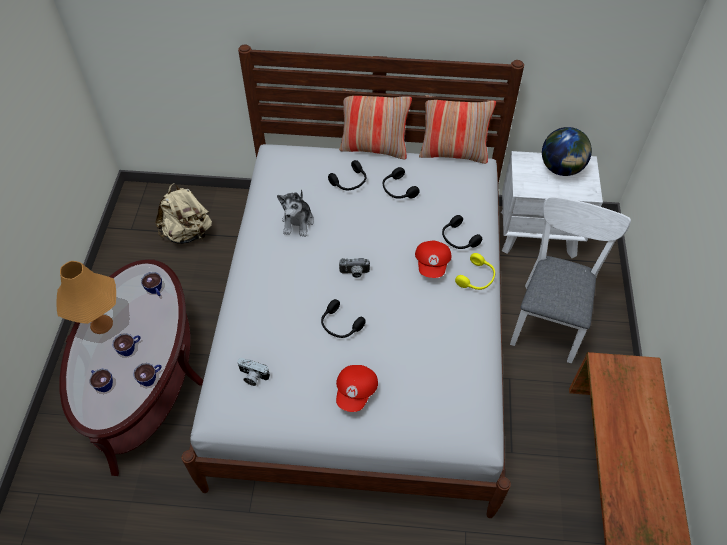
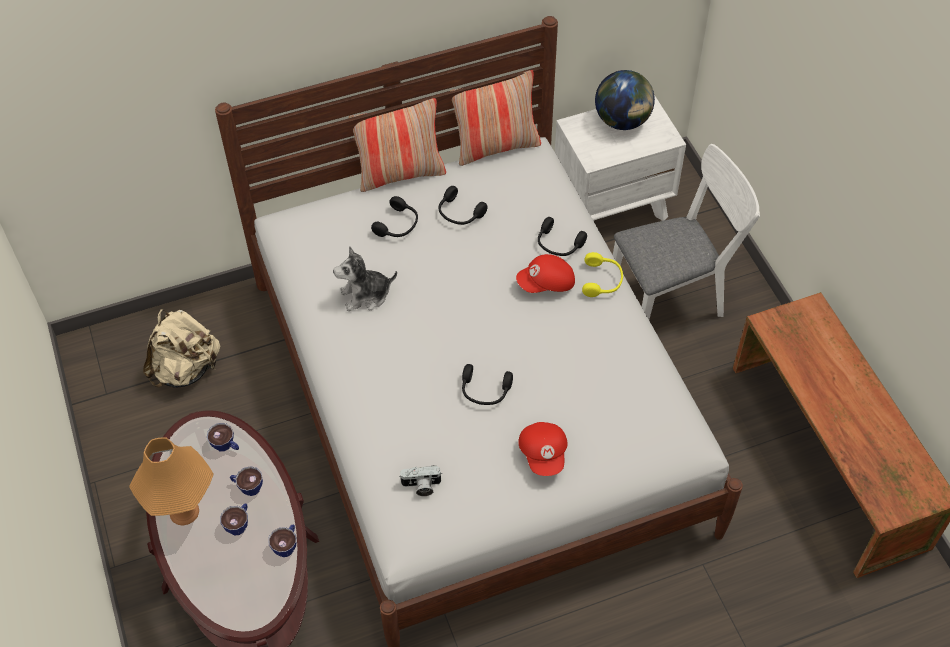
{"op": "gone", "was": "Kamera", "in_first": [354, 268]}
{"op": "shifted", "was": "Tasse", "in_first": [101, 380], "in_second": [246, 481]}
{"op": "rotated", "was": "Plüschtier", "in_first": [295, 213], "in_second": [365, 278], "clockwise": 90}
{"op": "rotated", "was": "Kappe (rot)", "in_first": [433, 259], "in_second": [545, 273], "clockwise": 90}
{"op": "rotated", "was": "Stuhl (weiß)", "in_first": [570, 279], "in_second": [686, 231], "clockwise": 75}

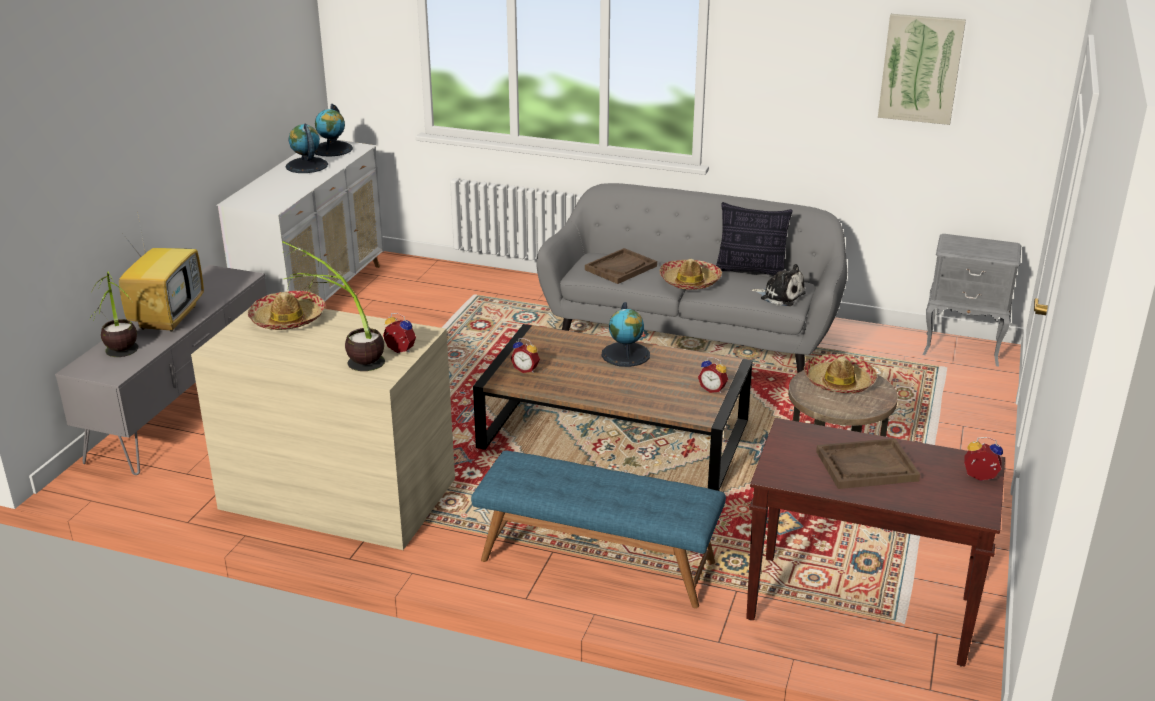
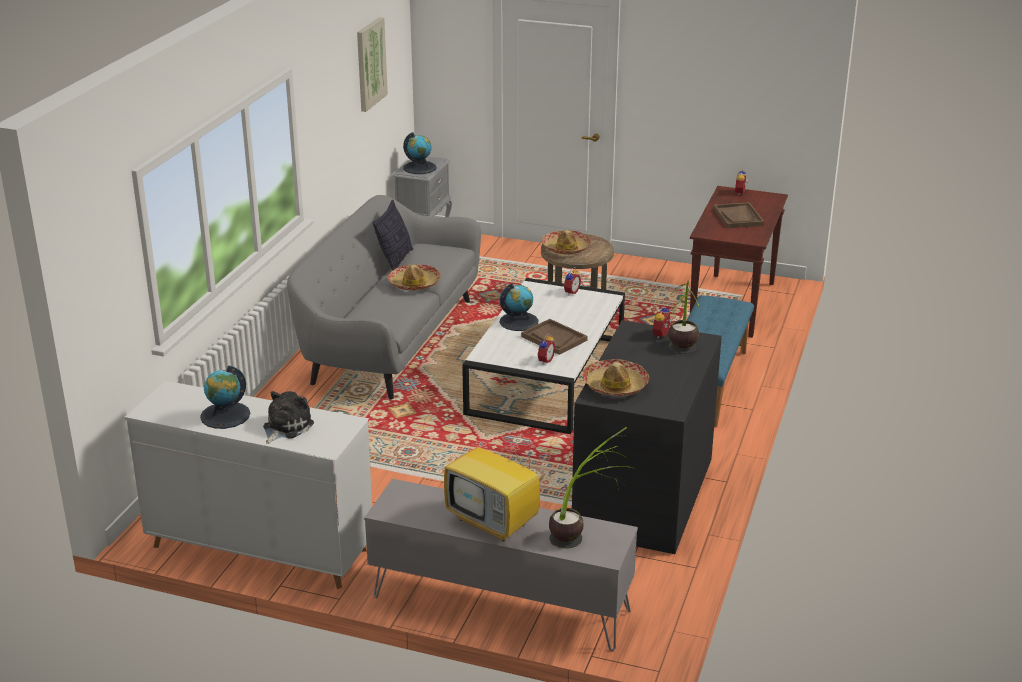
{"op": "shifted", "was": "Globus", "in_first": [333, 130], "in_second": [420, 153]}
{"op": "shifted", "was": "Tablett (braun)", "in_first": [621, 266], "in_second": [554, 337]}
{"op": "shifted", "was": "Plüschtier", "in_first": [778, 285], "in_second": [288, 417]}
{"op": "repainted", "was": "Kommode (beige)", "now": "Kommode (schwarz)", "in_first": [323, 429], "in_second": [647, 437]}
{"op": "repainted", "was": "Couchtisch (braun)", "now": "Couchtisch (weiß)", "in_first": [613, 407], "in_second": [543, 356]}
{"op": "rotated", "was": "Fernseher", "in_first": [161, 274], "in_second": [492, 486], "clockwise": -150}

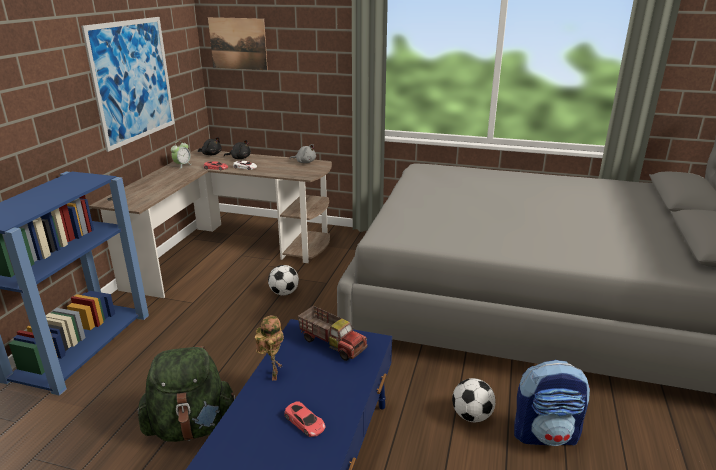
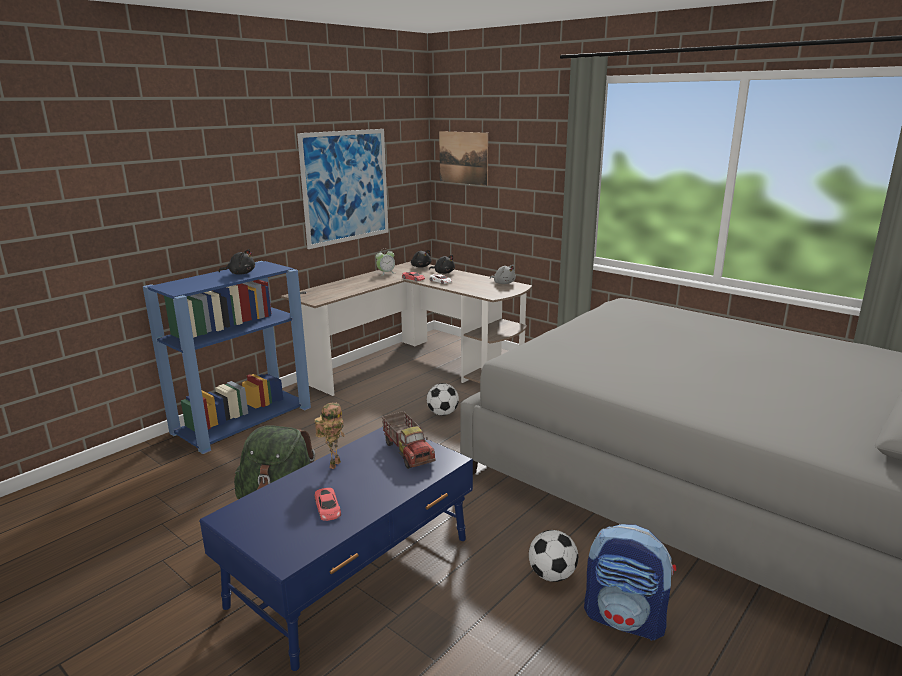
{"op": "new", "now": "Plüschtier (schwarz)", "in_second": [237, 262]}

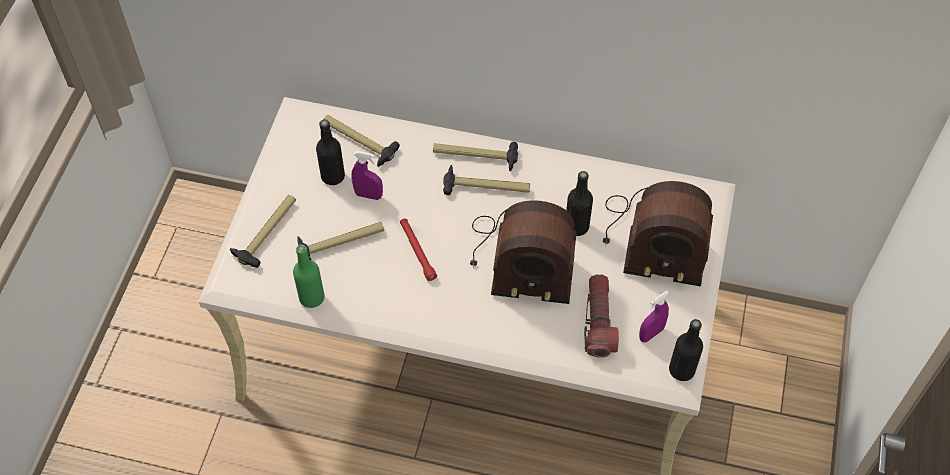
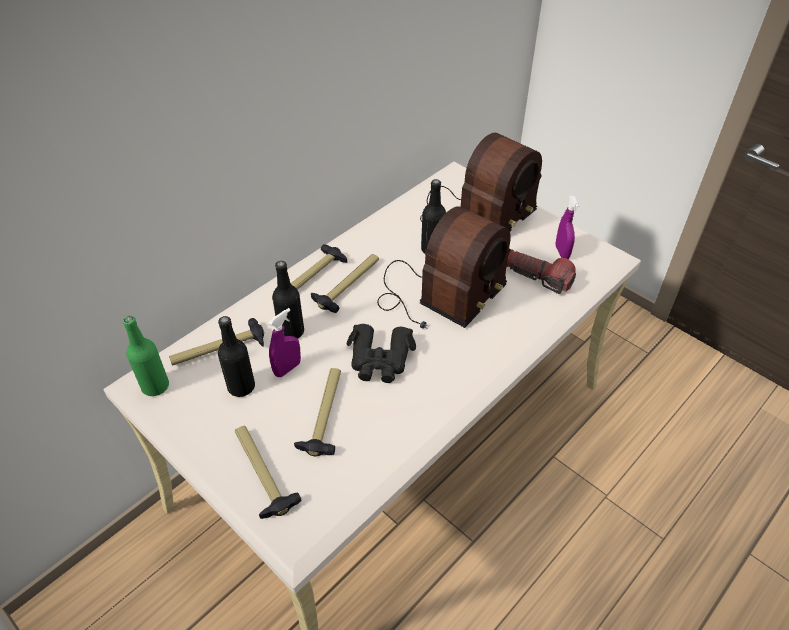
{"op": "shifted", "was": "Flasche (grün)", "in_first": [309, 276], "in_second": [146, 355]}
{"op": "shifted", "was": "Flasche (schwarz)", "in_first": [686, 350], "in_second": [288, 299]}
{"op": "swapped", "was": "Taschenlampe (rot)", "now": "Fernglas (schwarz)", "in_first": [418, 249], "in_second": [381, 353]}

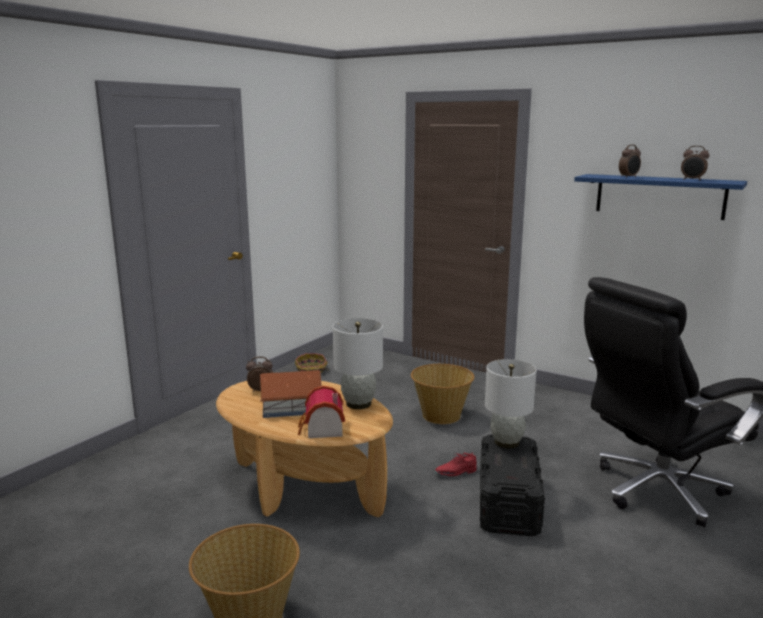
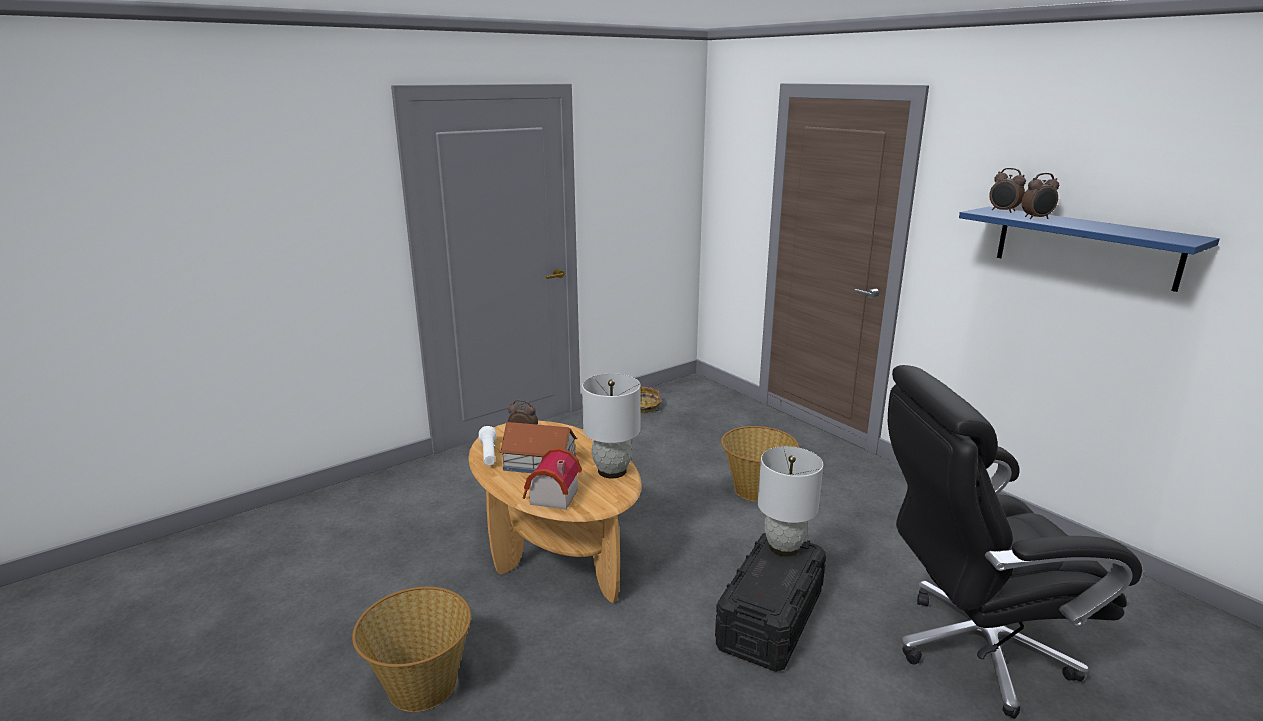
{"op": "gone", "was": "Schuh (rot)", "in_first": [455, 464]}
{"op": "new", "now": "Taschenlampe (weiß)", "in_second": [488, 446]}
{"op": "shifted", "was": "Wecker", "in_first": [695, 163], "in_second": [1007, 190]}

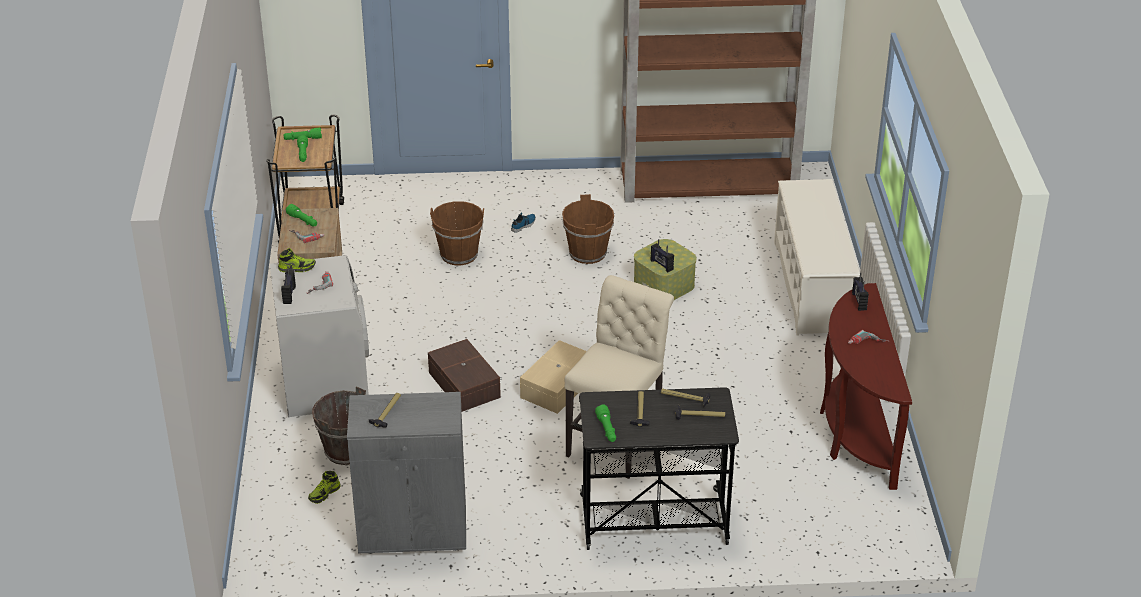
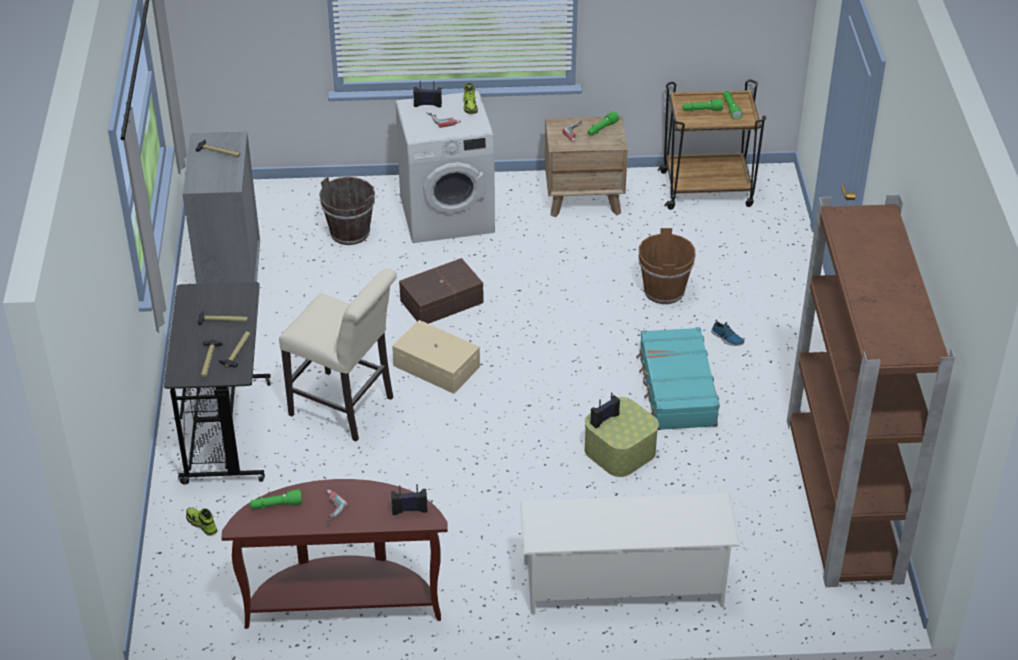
{"op": "shifted", "was": "Schuh", "in_first": [324, 487], "in_second": [201, 521]}
{"op": "shifted", "was": "Taschenlampe (grün)", "in_first": [605, 423], "in_second": [276, 499]}
{"op": "swapped", "was": "Eimer (braun)", "now": "Koffer (türkis)", "in_first": [588, 229], "in_second": [678, 378]}

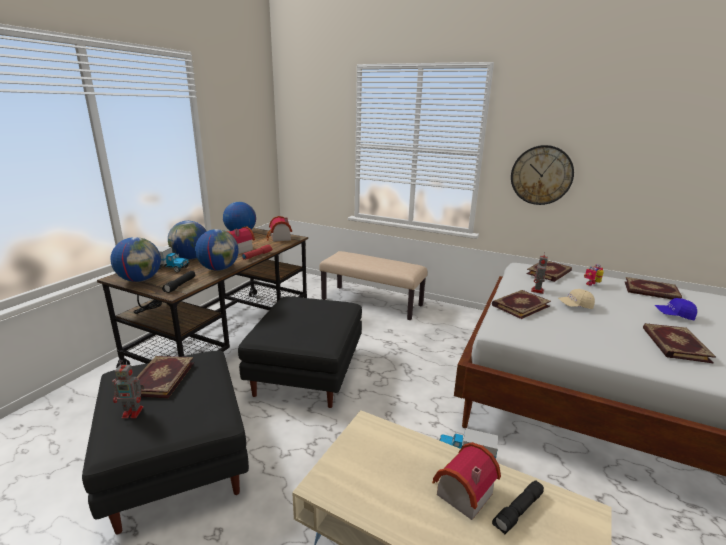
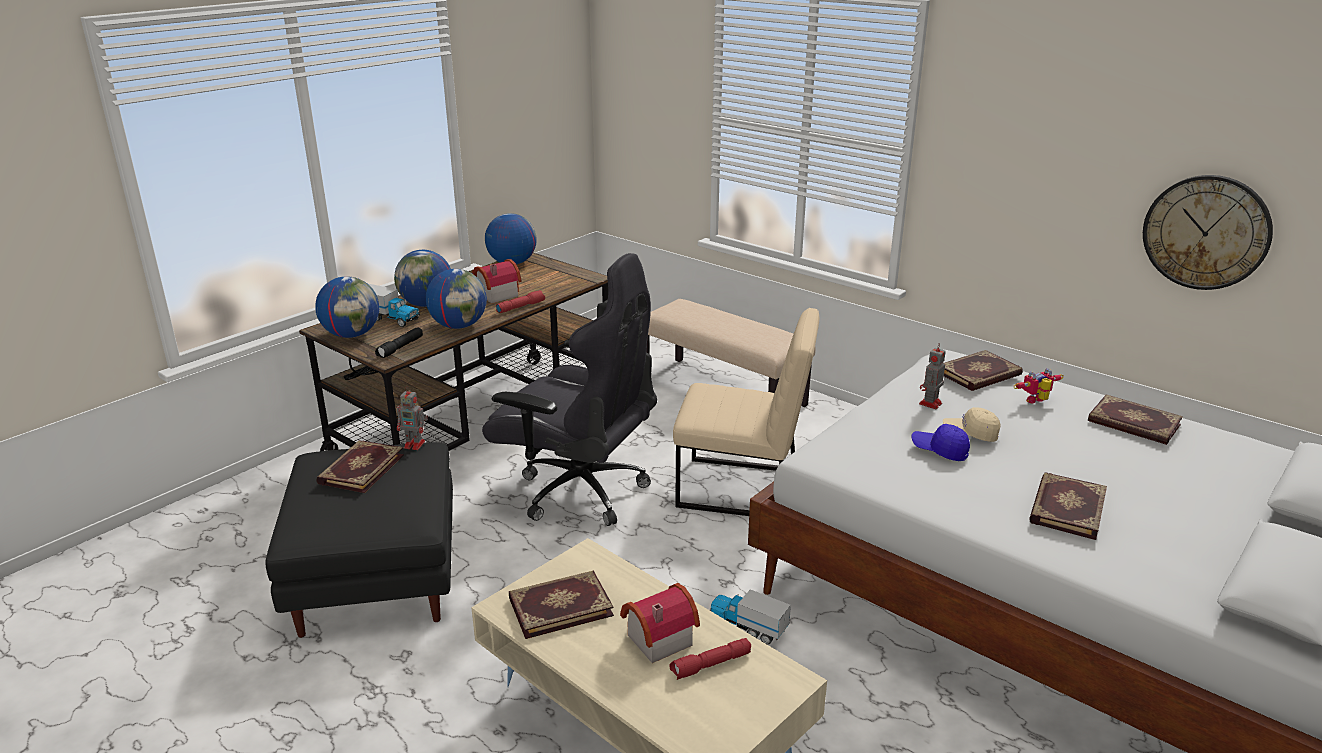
{"op": "gone", "was": "Spielzeughaus", "in_first": [279, 229]}
{"op": "new", "now": "Stuhl (beige)", "in_second": [746, 412]}
{"op": "shifted", "was": "Spielzeugroboter", "in_first": [128, 389], "in_second": [412, 419]}
{"op": "shifted", "was": "Buch", "in_first": [521, 304], "in_second": [561, 605]}
{"op": "shifted", "was": "Wanduhr", "in_first": [542, 175], "in_second": [1208, 232]}
{"op": "shifted", "was": "Kappe (blau)", "in_first": [676, 309], "in_second": [940, 442]}
{"op": "swapped", "was": "Polsterhocker (schwarz)", "now": "Bürostuhl (schwarz)", "in_first": [300, 352], "in_second": [569, 389]}
{"op": "repainted", "was": "Taschenlampe (schwarz)", "now": "Taschenlampe (rot)", "in_first": [518, 508], "in_second": [710, 659]}

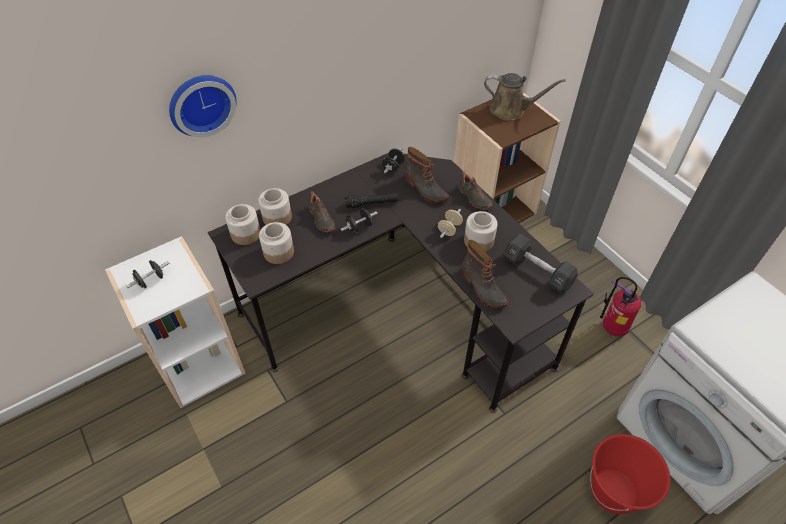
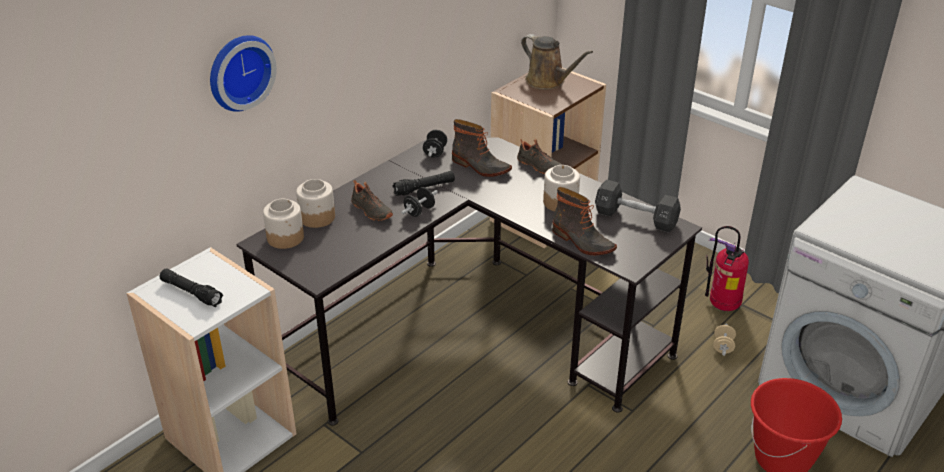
{"op": "gone", "was": "Vorratsglas", "in_first": [276, 243]}
{"op": "shifted", "was": "Hantel (beige)", "in_first": [450, 223], "in_second": [724, 339]}
{"op": "swapped", "was": "Hantel (schwarz)", "now": "Taschenlampe (schwarz)", "in_first": [148, 274], "in_second": [191, 288]}
{"op": "rotated", "was": "Gießkanne (braun)", "in_first": [525, 97], "in_second": [557, 62], "clockwise": 45}

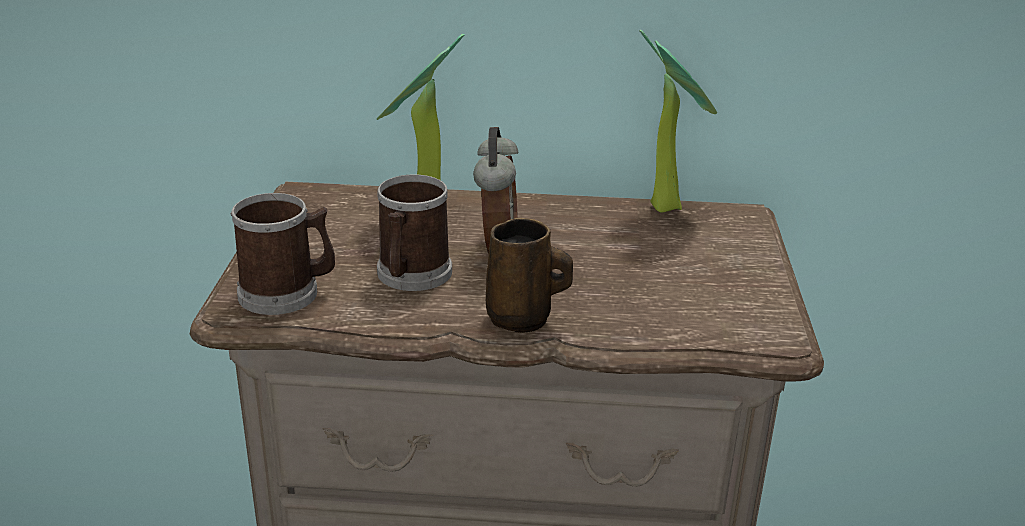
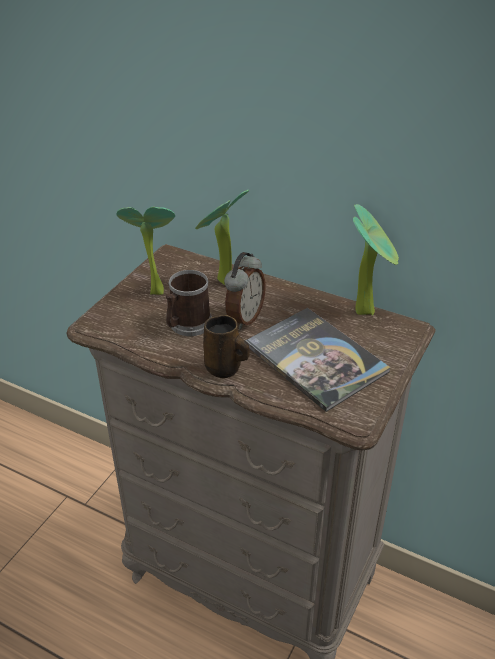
{"op": "gone", "was": "Henkelbecher", "in_first": [283, 254]}
{"op": "new", "now": "Topfpflanze", "in_second": [146, 251]}
{"op": "new", "now": "Buch", "in_second": [318, 360]}

